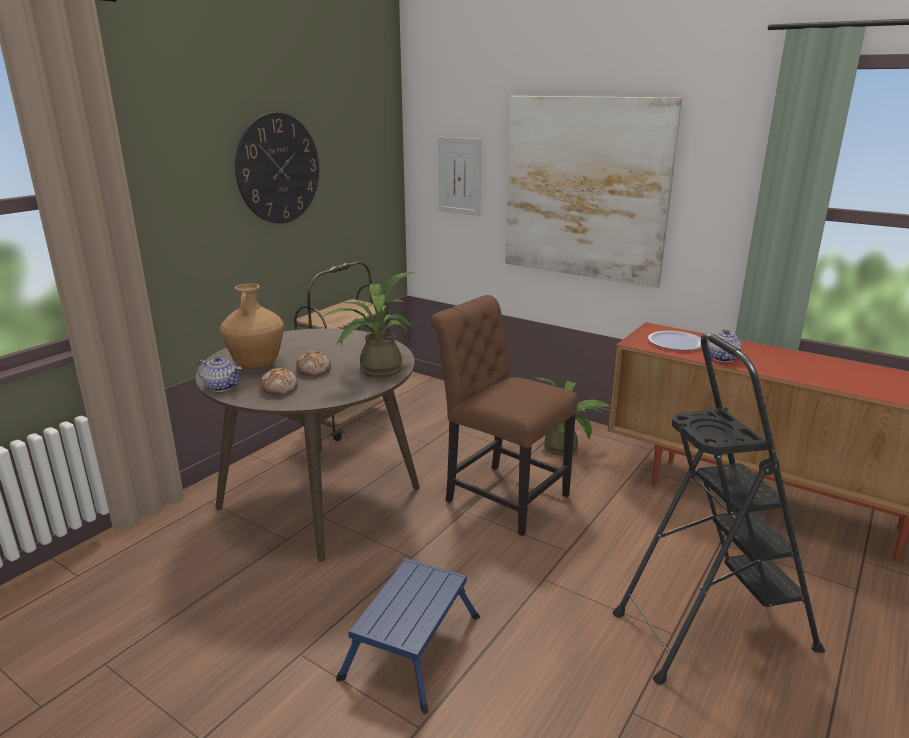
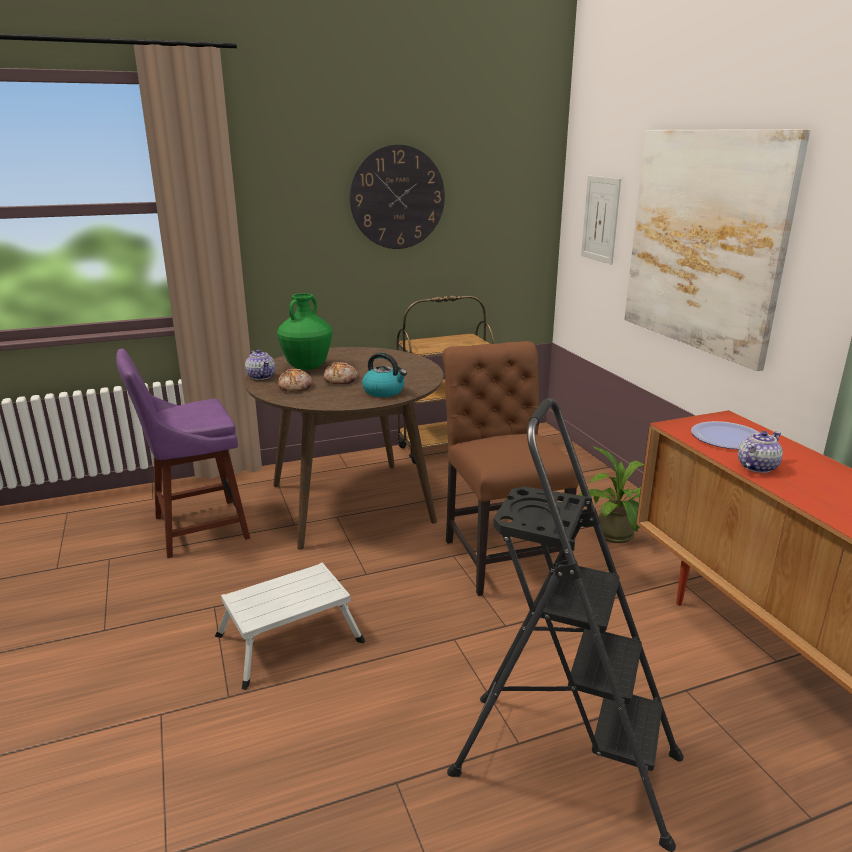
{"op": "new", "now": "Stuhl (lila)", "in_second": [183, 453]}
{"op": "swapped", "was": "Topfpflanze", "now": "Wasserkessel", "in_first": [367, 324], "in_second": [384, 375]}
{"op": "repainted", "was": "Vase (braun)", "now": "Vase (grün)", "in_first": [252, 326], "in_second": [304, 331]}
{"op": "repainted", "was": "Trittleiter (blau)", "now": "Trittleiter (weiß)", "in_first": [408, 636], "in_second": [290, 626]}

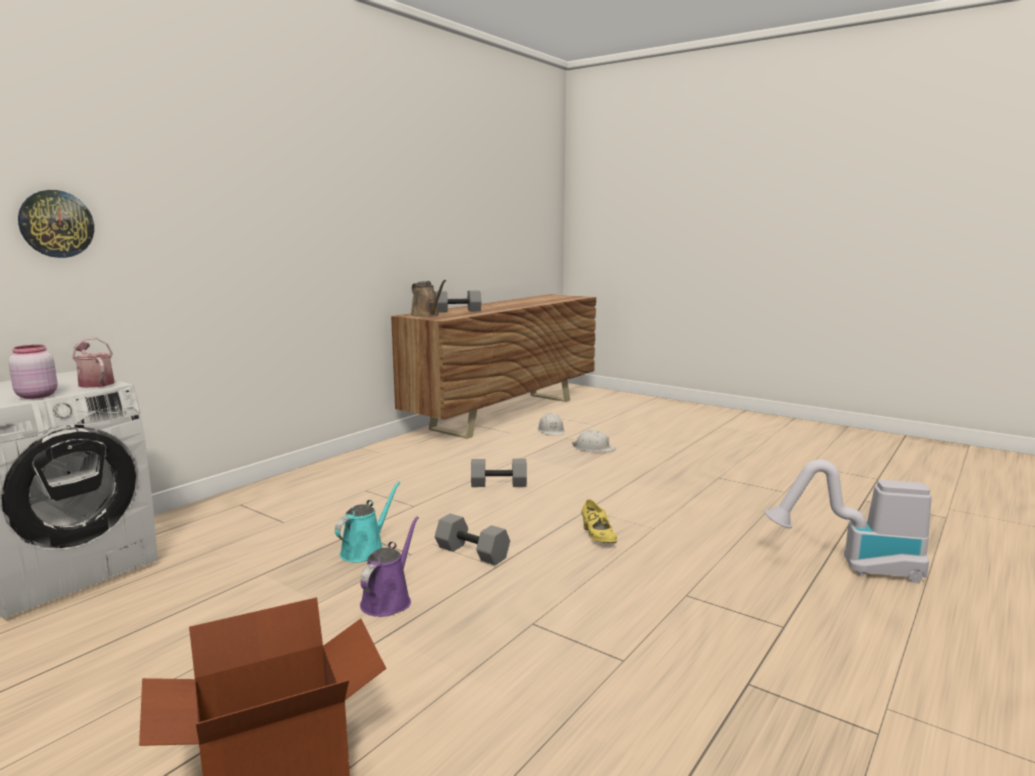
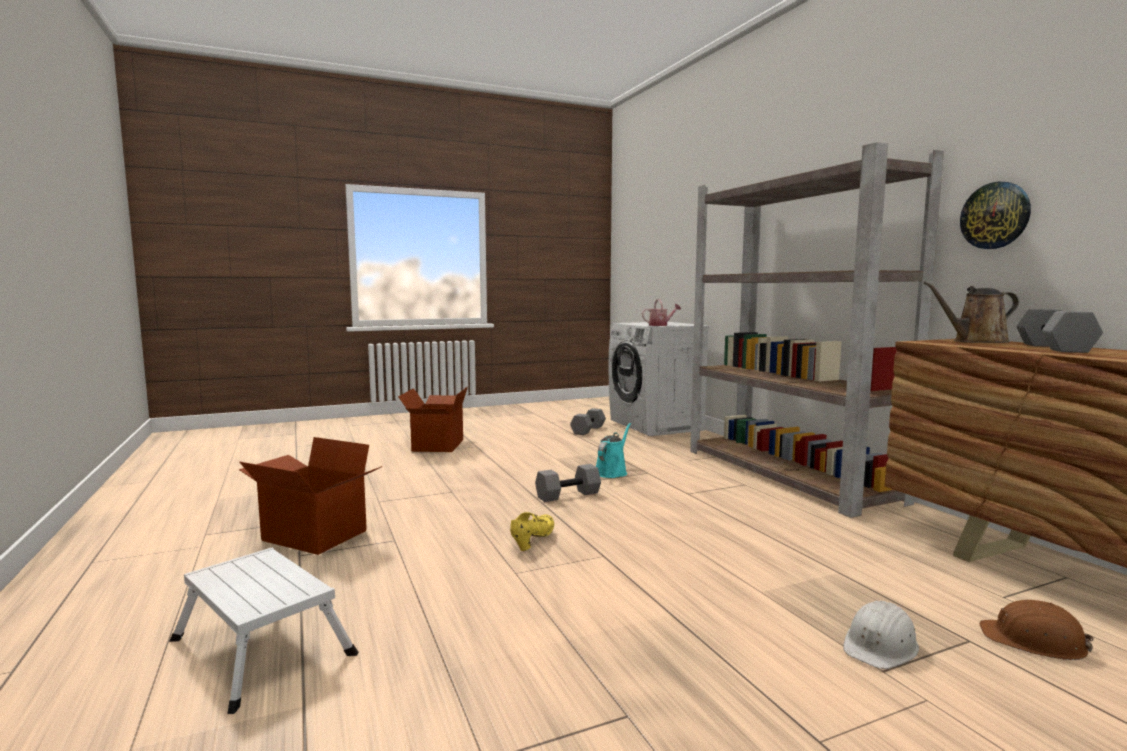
{"op": "gone", "was": "Vorratsglas (rosa)", "in_first": [33, 372]}
{"op": "gone", "was": "Gießkanne (lila)", "in_first": [389, 566]}
{"op": "new", "now": "Karton", "in_second": [310, 496]}
{"op": "new", "now": "Bücherregal (braun)", "in_second": [817, 330]}
{"op": "shifted", "was": "Wanduhr", "in_first": [56, 224], "in_second": [995, 215]}
{"op": "shifted", "was": "Hantel (grau)", "in_first": [499, 473], "in_second": [588, 421]}
{"op": "swapped", "was": "Staubsauger", "now": "Trittleiter (weiß)", "in_first": [848, 521], "in_second": [263, 630]}
{"op": "repainted", "was": "Schutzhelm (weiß)", "now": "Schutzhelm (braun)", "in_first": [551, 424], "in_second": [1036, 630]}
{"op": "rotated", "was": "Gießkanne (türkis)", "in_first": [368, 522], "in_second": [613, 450], "clockwise": -120}
{"op": "rotated", "was": "Schuh (gelb)", "in_first": [599, 521], "in_second": [532, 531], "clockwise": 105}

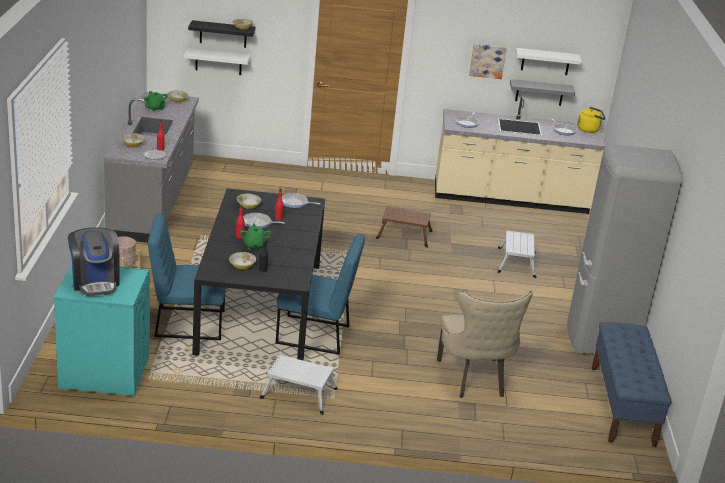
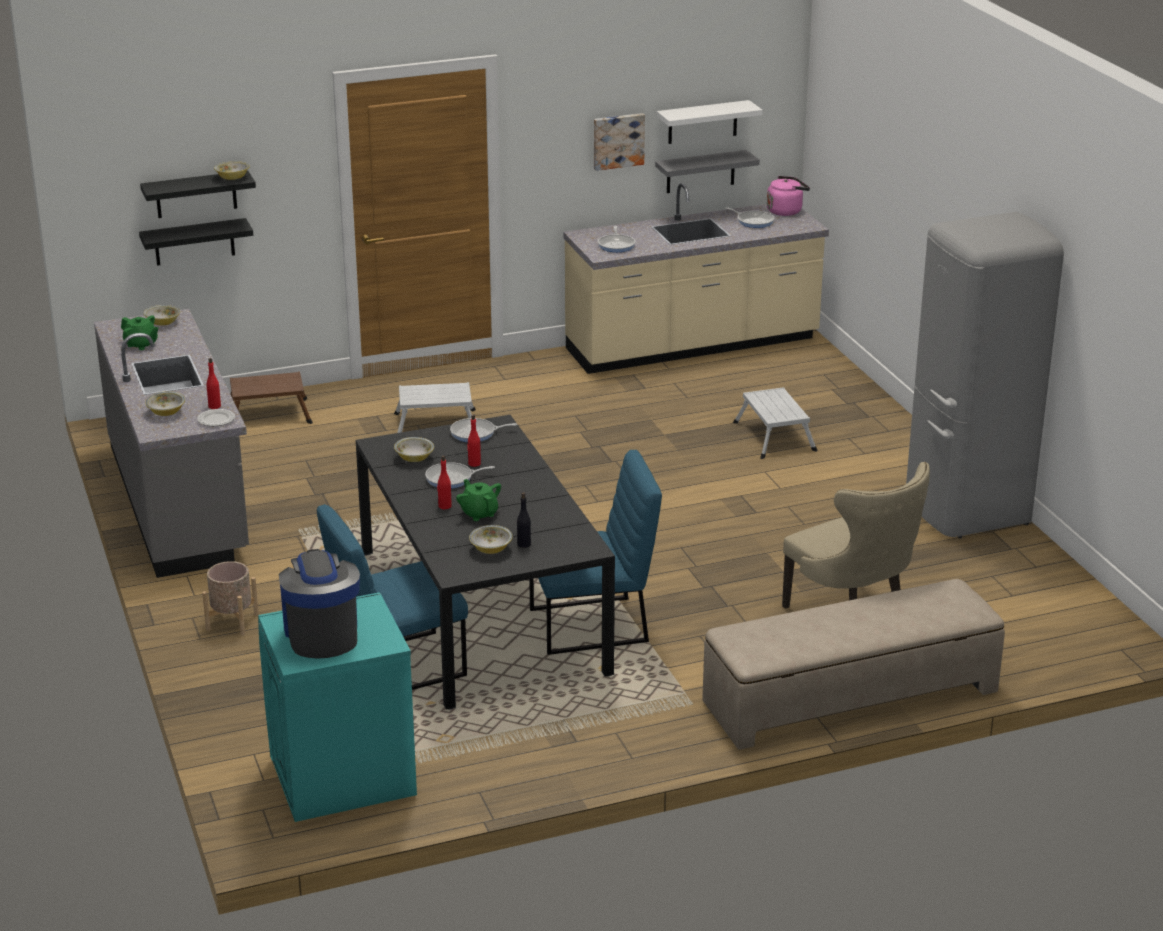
{"op": "gone", "was": "Bank (blau)", "in_first": [632, 384]}
{"op": "new", "now": "Bank (beige)", "in_second": [853, 664]}
{"op": "shifted", "was": "Trittleiter (weiß)", "in_first": [298, 384], "in_second": [435, 407]}
{"op": "shifted", "was": "Trittleiter (braun)", "in_first": [404, 227], "in_second": [271, 397]}
{"op": "repainted", "was": "Wandregal (weiß)", "now": "Wandregal (schwarz)", "in_first": [217, 61], "in_second": [196, 242]}
{"op": "repainted", "was": "Wasserkessel (gelb)", "now": "Wasserkessel (rosa)", "in_first": [591, 120], "in_second": [788, 196]}
{"op": "rotated", "was": "Kaffeemaschine", "in_first": [94, 261], "in_second": [319, 604], "clockwise": -150}

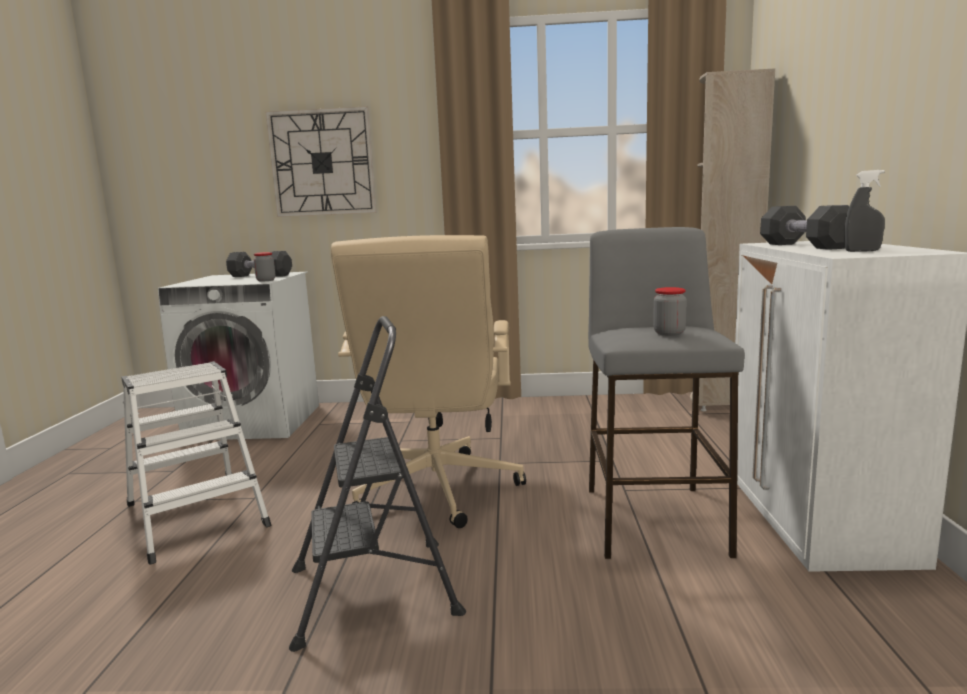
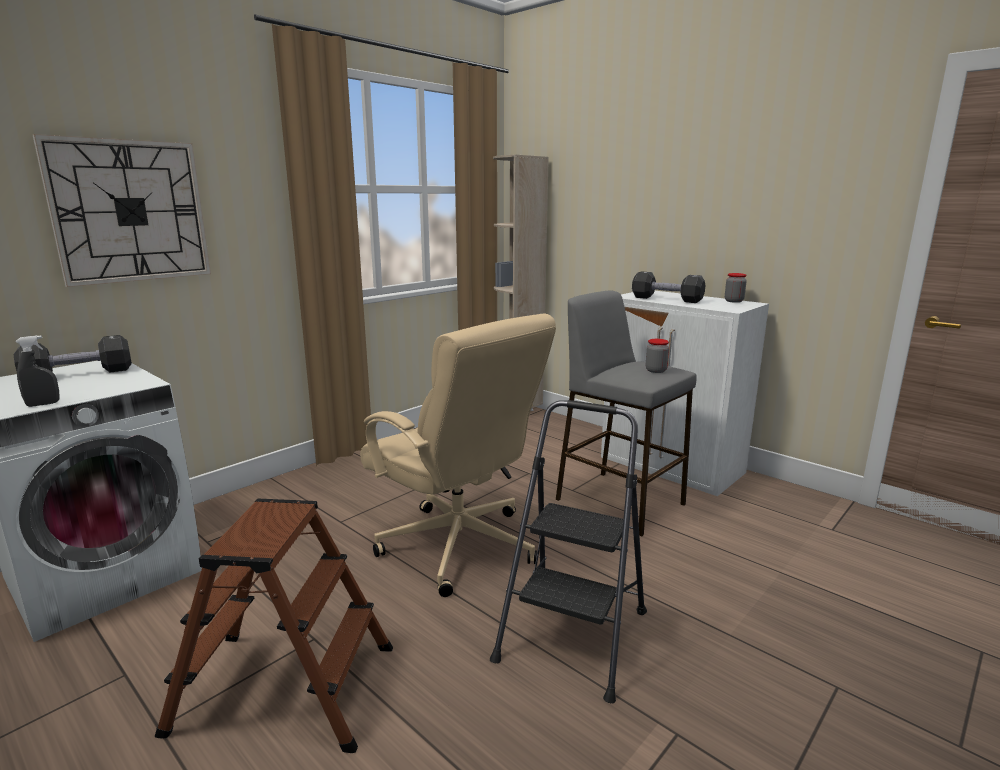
{"op": "shifted", "was": "Vorratsglas", "in_first": [265, 267], "in_second": [736, 288]}
{"op": "shifted", "was": "Sprühflasche (grau)", "in_first": [864, 211], "in_second": [37, 371]}
{"op": "repainted", "was": "Trittleiter (weiß)", "now": "Trittleiter (braun)", "in_first": [196, 463], "in_second": [274, 625]}

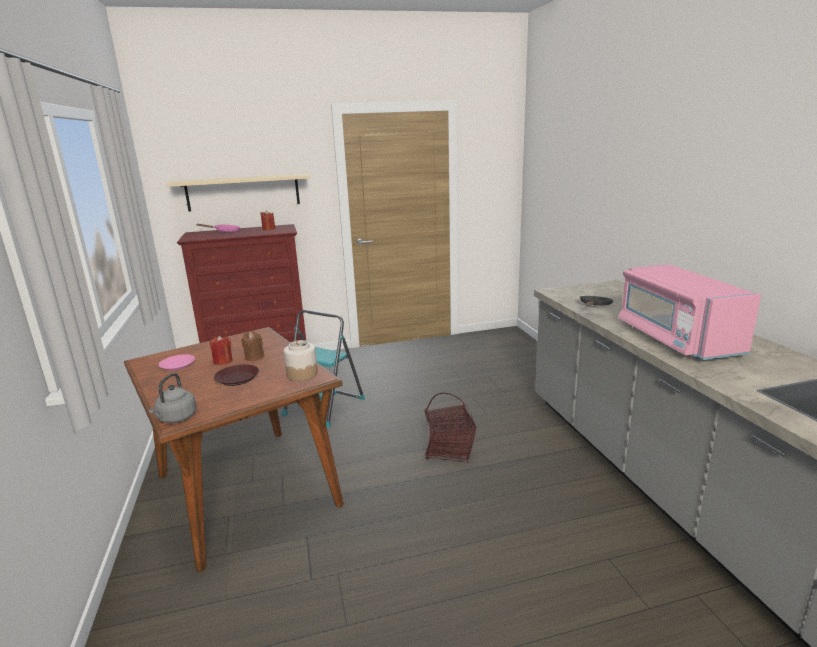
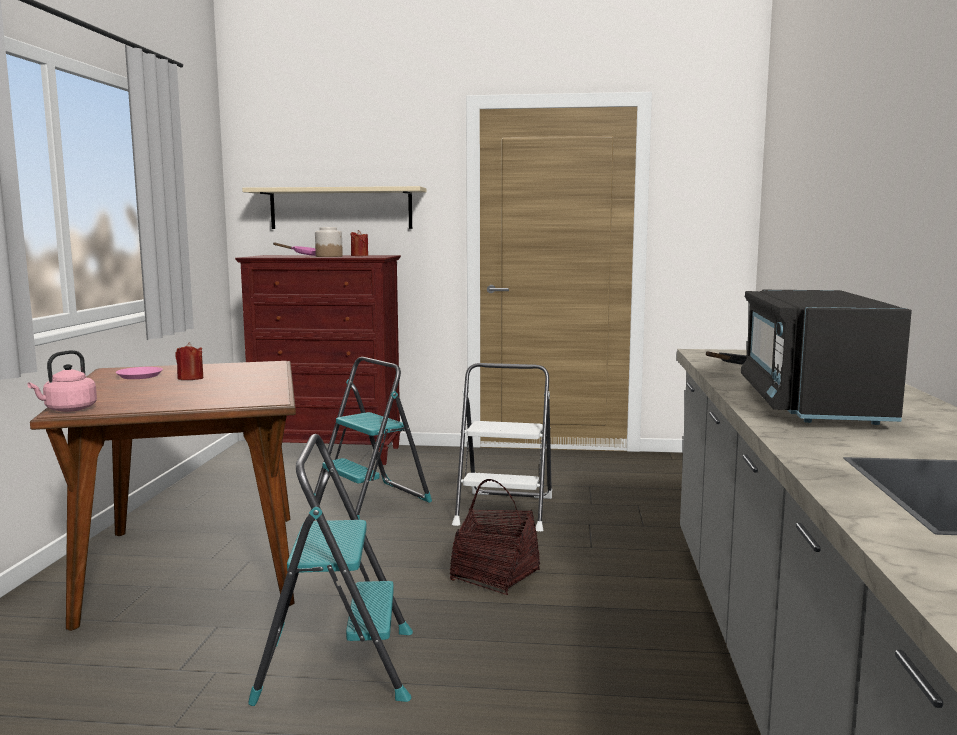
{"op": "gone", "was": "Teller (braun)", "in_first": [236, 375]}
{"op": "gone", "was": "Kerze (braun)", "in_first": [253, 346]}
{"op": "new", "now": "Trittleiter (türkis)", "in_second": [331, 570]}
{"op": "new", "now": "Trittleiter (weiß)", "in_second": [502, 447]}
{"op": "shifted", "was": "Vorratsglas", "in_first": [301, 360], "in_second": [329, 242]}
{"op": "repainted", "was": "Wasserkessel (grau)", "now": "Wasserkessel (rosa)", "in_first": [173, 398], "in_second": [62, 381]}
{"op": "repainted", "was": "Mikrowelle (rosa)", "now": "Mikrowelle (schwarz)", "in_first": [689, 312], "in_second": [826, 357]}

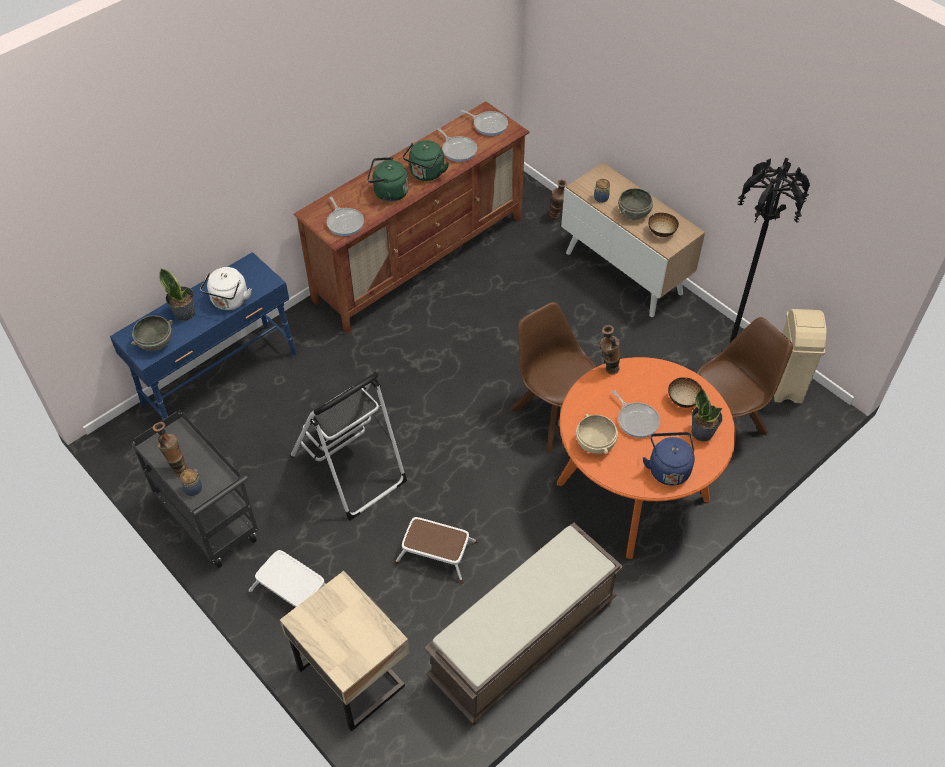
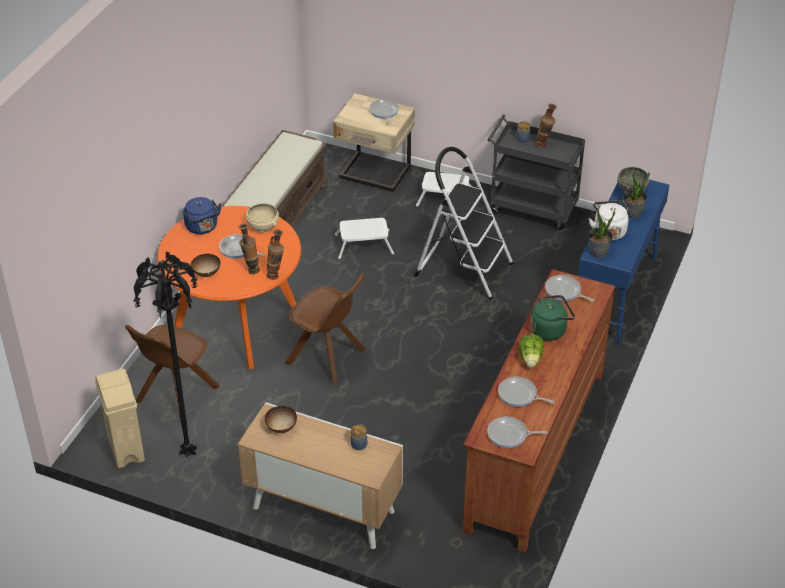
{"op": "gone", "was": "Schüssel (grau)", "in_first": [635, 204]}
{"op": "new", "now": "Pfanne", "in_second": [384, 111]}
{"op": "shifted", "was": "Vase", "in_first": [558, 199], "in_second": [249, 249]}
{"op": "shifted", "was": "Topfpflanze", "in_first": [707, 414], "in_second": [601, 232]}
{"op": "swapped", "was": "Wasserkessel (grün)", "now": "Salatkopf", "in_first": [426, 160], "in_second": [531, 350]}
{"op": "repainted", "was": "Trittleiter (braun)", "now": "Trittleiter (weiß)", "in_first": [436, 550], "in_second": [364, 238]}

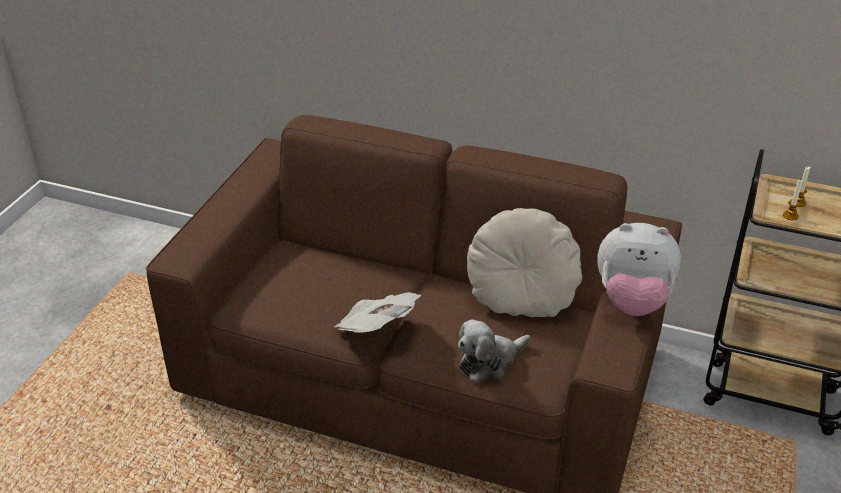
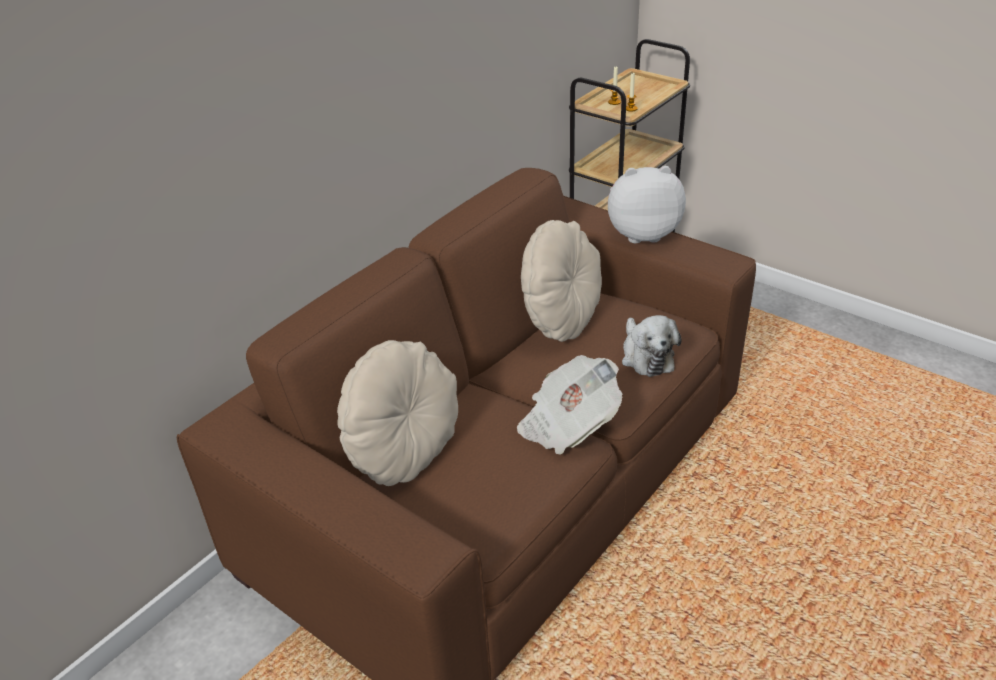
{"op": "new", "now": "Kissen (beige)", "in_second": [397, 413]}
{"op": "rotated", "was": "Plüschtier", "in_first": [639, 269], "in_second": [647, 204], "clockwise": -120}

